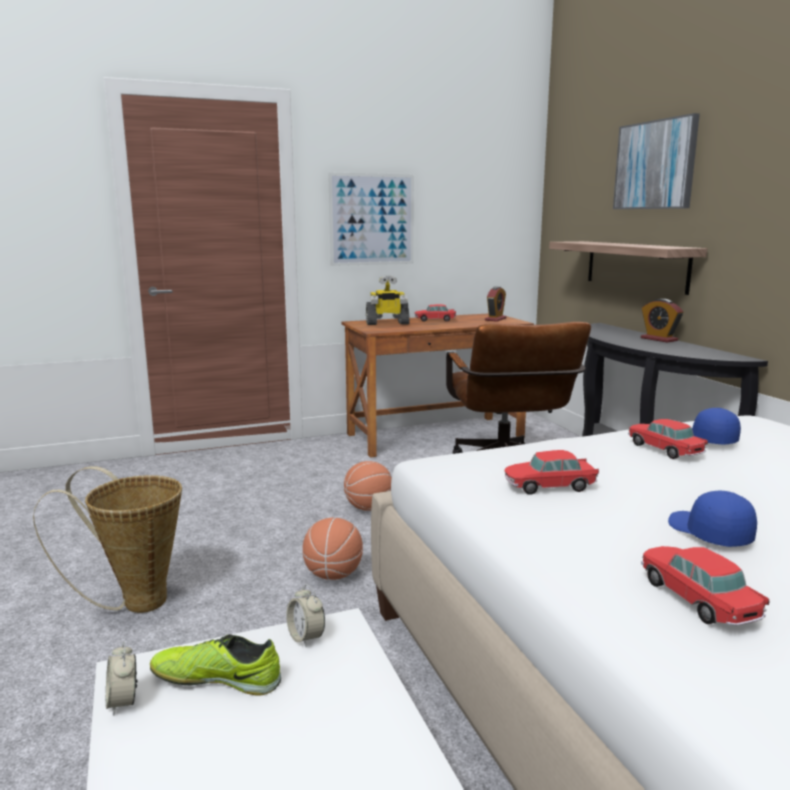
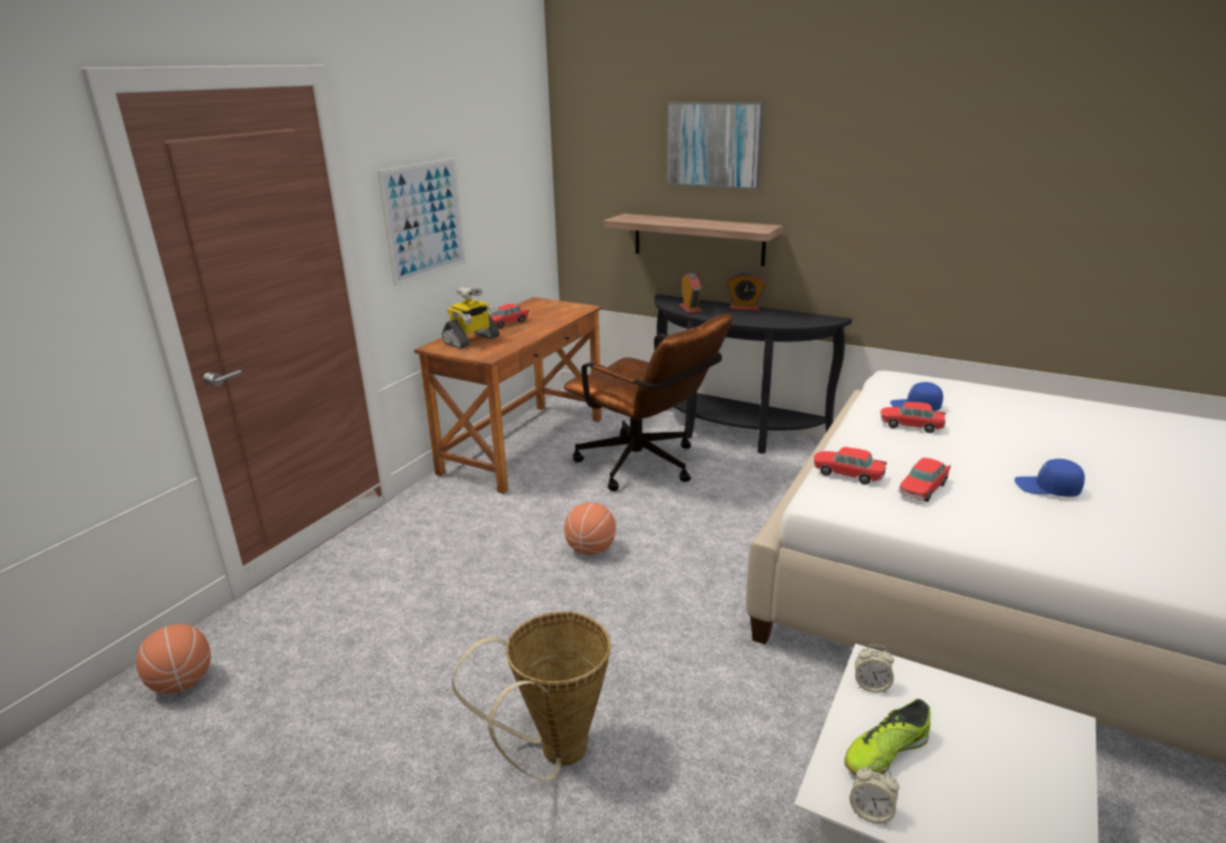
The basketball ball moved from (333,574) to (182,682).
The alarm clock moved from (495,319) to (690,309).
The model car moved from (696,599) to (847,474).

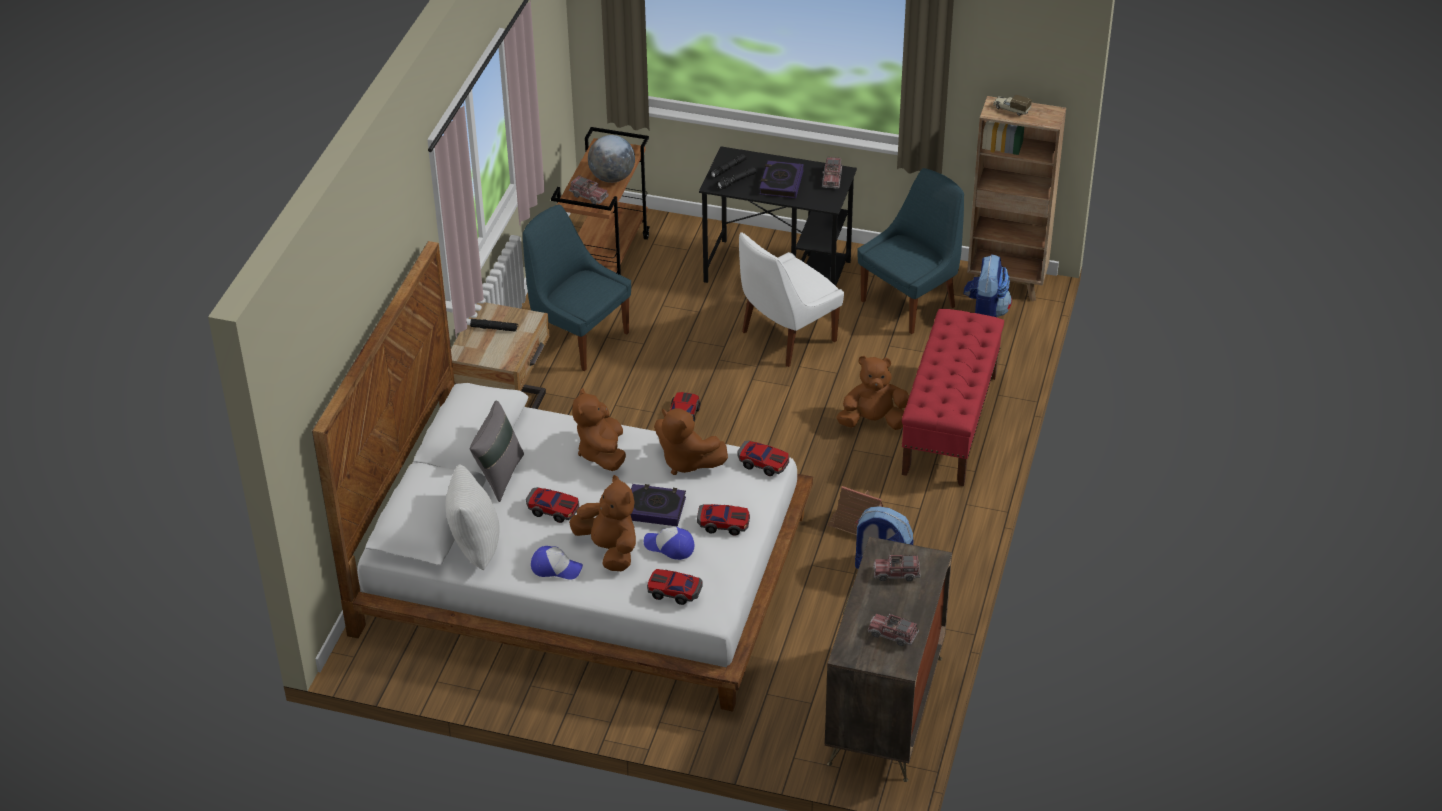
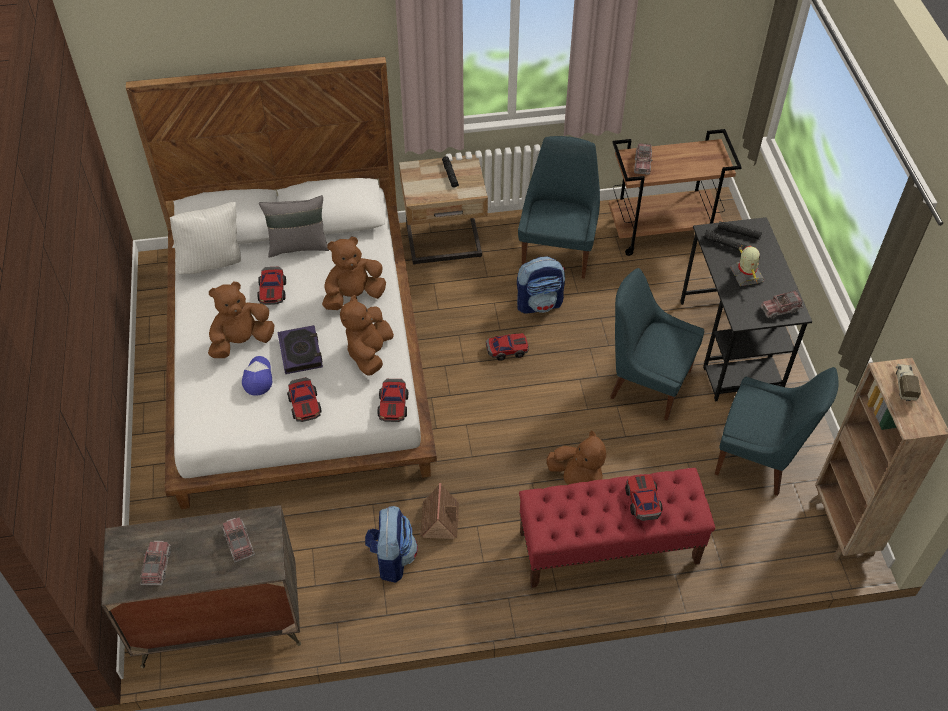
The brown soft toy at (609,549) turned 150 degrees counterclockwise.
The rucksack moved from (985,315) to (539,303).
The whitish upright chair at (785,338) became the blue upright chair at (647,383).
The model car moved from (674,591) to (642,501).
The bound book at (781,183) was replaced by the model robot at (746,275).
The baseball cap at (556,567) disappeared.
The world globe at (612,178) disappeared.

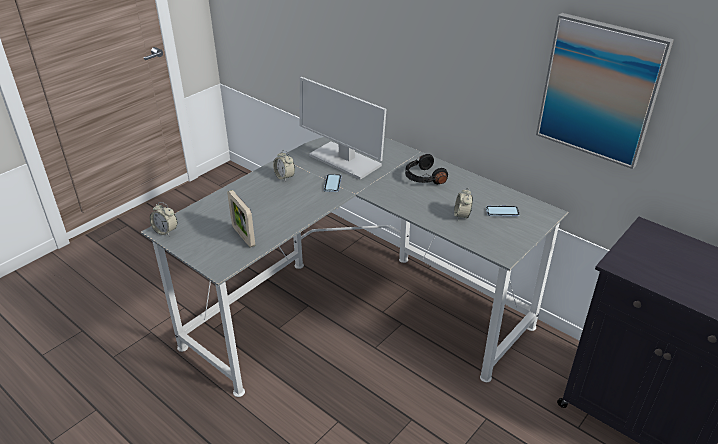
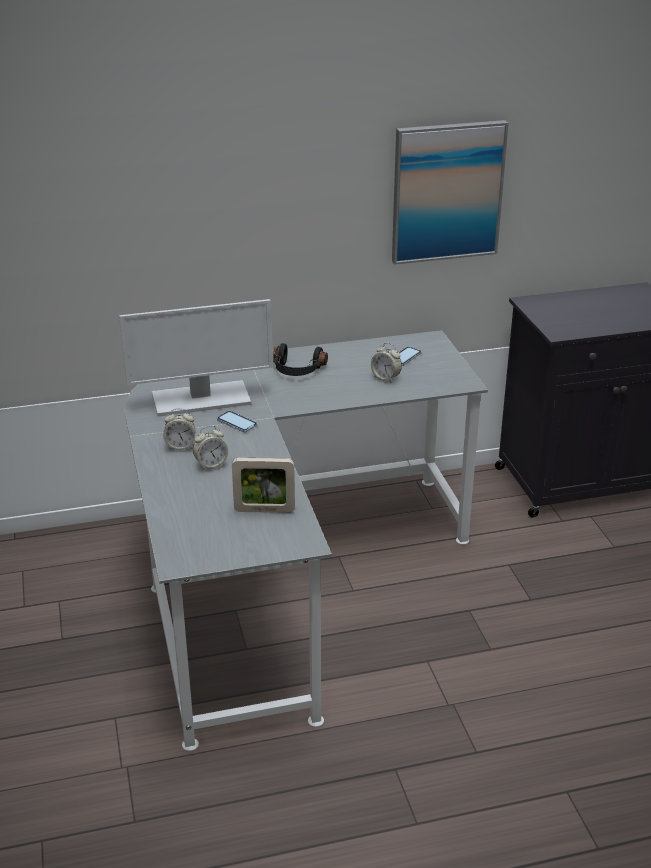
The alarm clock moved from (166,231) to (211,464).

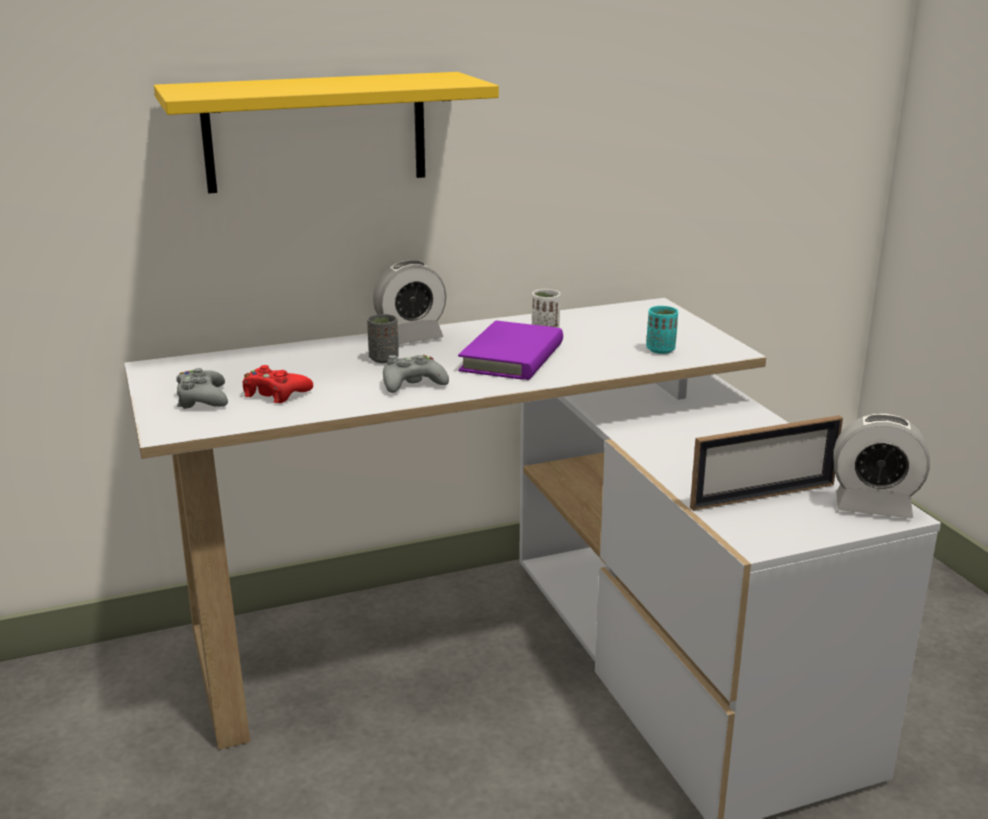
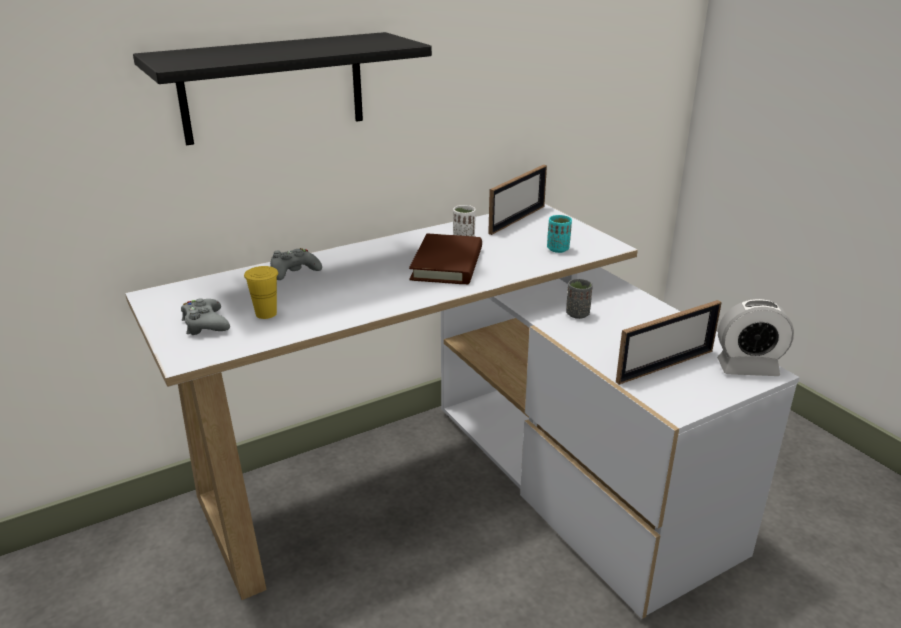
The yellowish bracket shelf at (316,132) became the black-coloured bracket shelf at (273,88).
The red-coloured joypad at (275,393) was replaced by the yellowish small cup at (266,314).
The gray joypad moved from (412,384) to (294,271).
The purple-coloured bound book at (512,357) became the brown bound book at (447,264).
The photo frame at (517,219) appeared.
The gray small cup moved from (383,359) to (577,314).
The alarm clock at (411,338) disappeared.

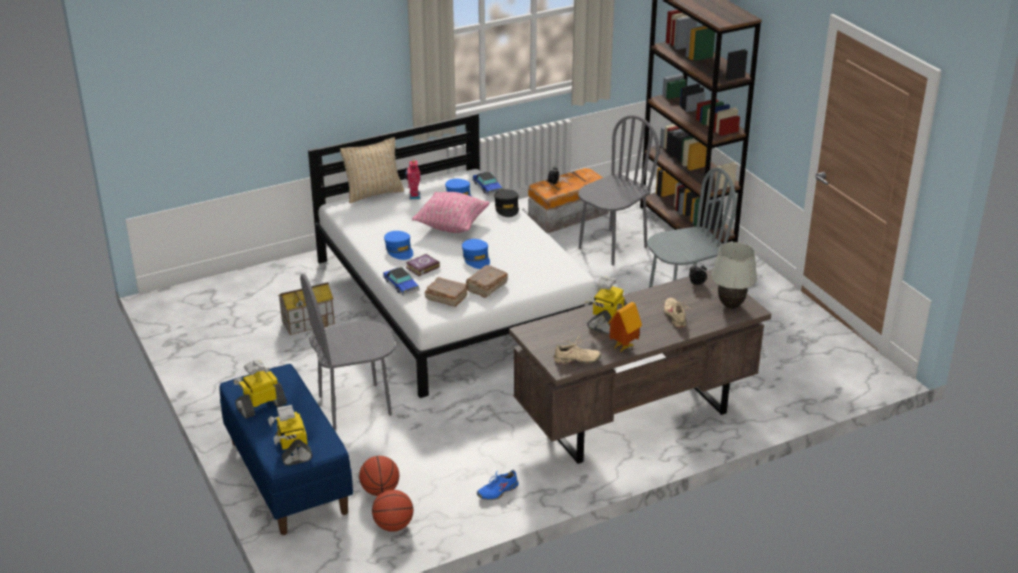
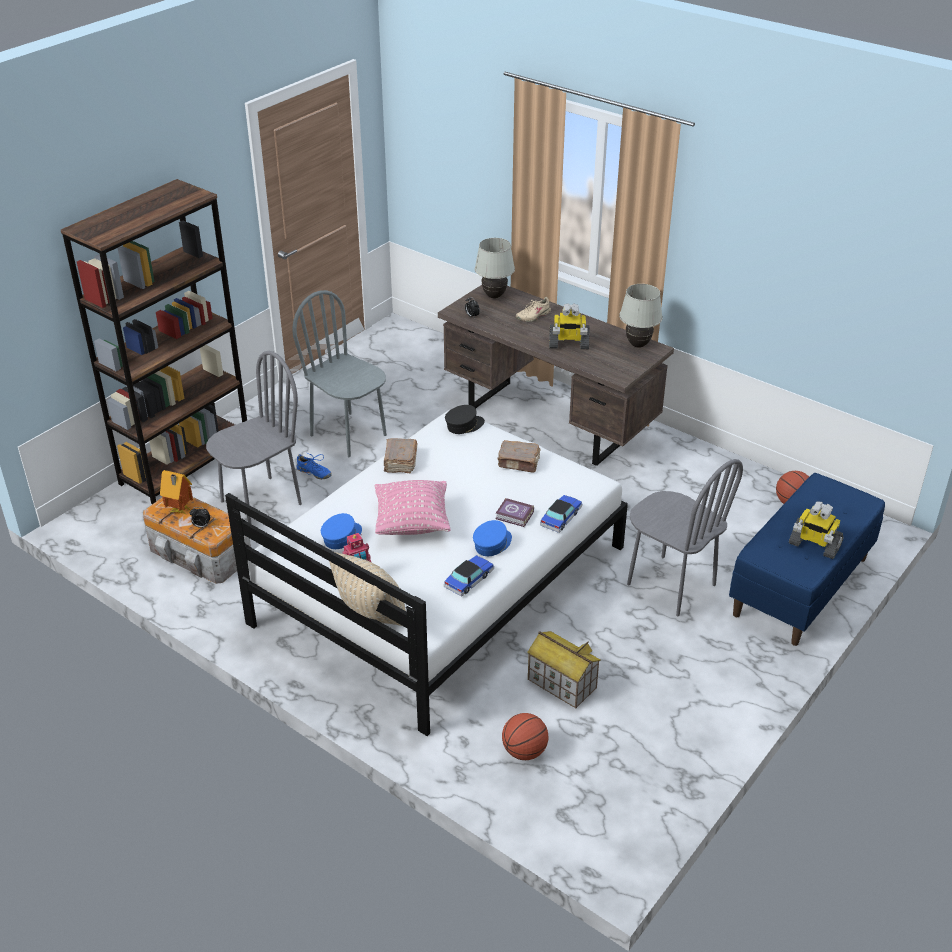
The toy house moved from (622,346) to (179,511).
The gray upright chair at (612,247) turned 120 degrees clockwise.
The blue low shoe moved from (497,491) to (314,473).
The brown bound book moved from (446,298) to (400,462).
The model car moved from (487,187) to (469,579).
The black-coloured baseball cap moved from (507,208) to (464,425).
The basketball ball moved from (380,491) to (524,751).
The beige low shoe at (576,360) was replaced by the whitish tabletop lamp at (638,345).
The model robot at (292,449) disappeared.
The blue baseball cap at (476,259) disappeared.

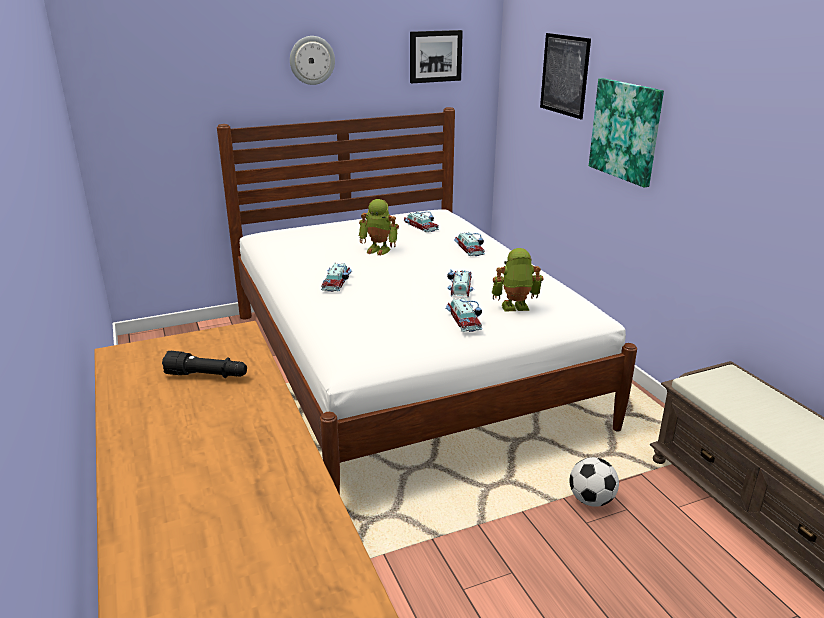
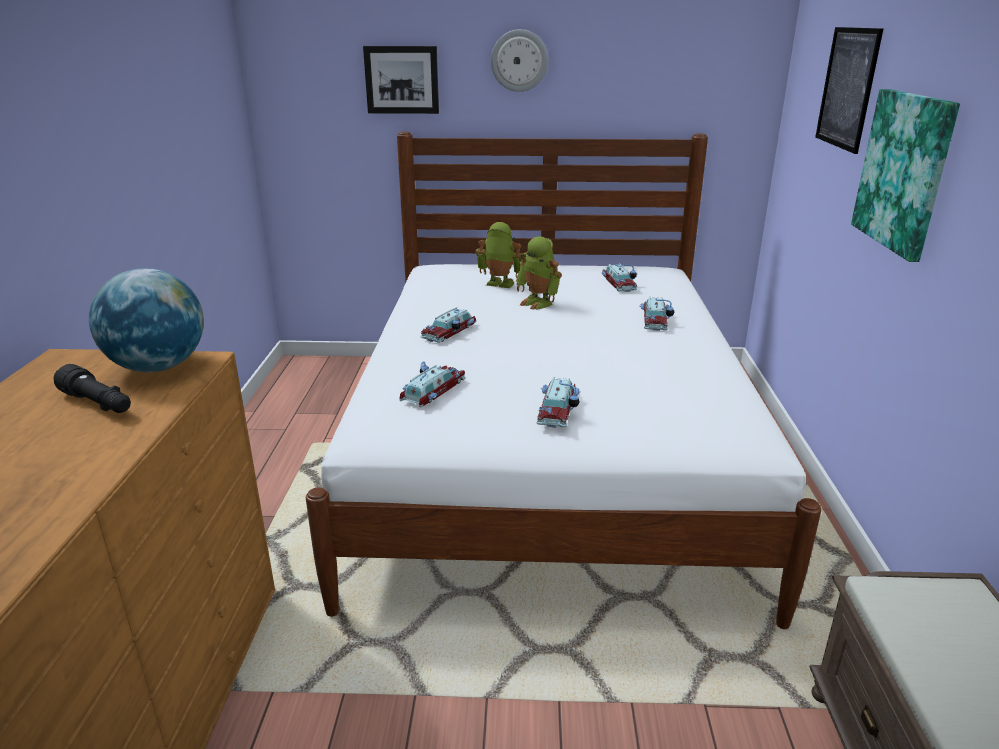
The world globe at (158,367) appeared.
The wall art moved from (435,56) to (402,80).
The model car moved from (460,288) to (431,391).
The model robot moved from (515,308) to (499,284).
The ball for football at (591,500) disappeared.

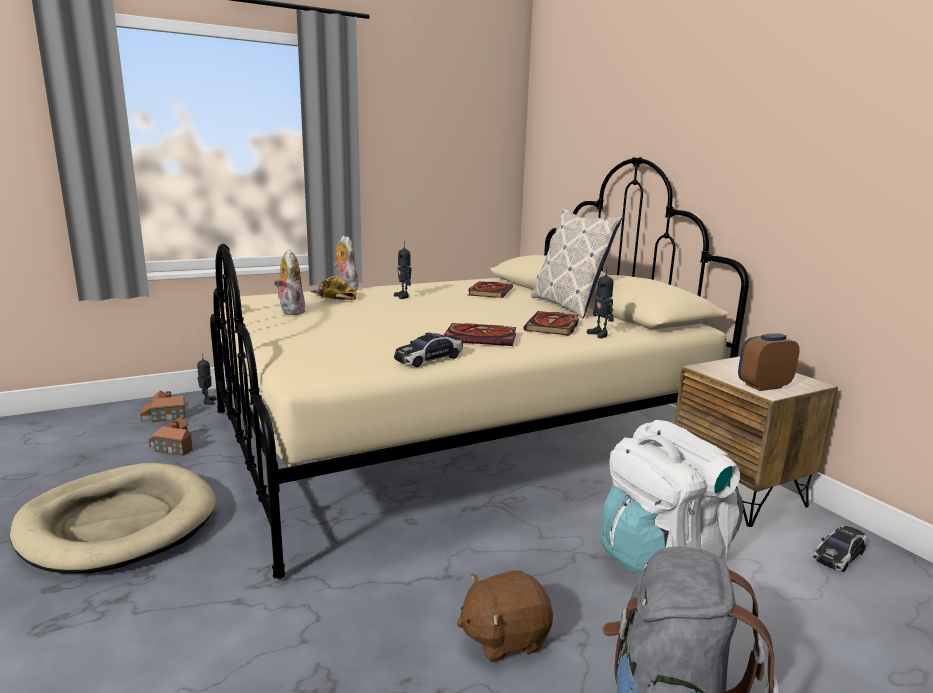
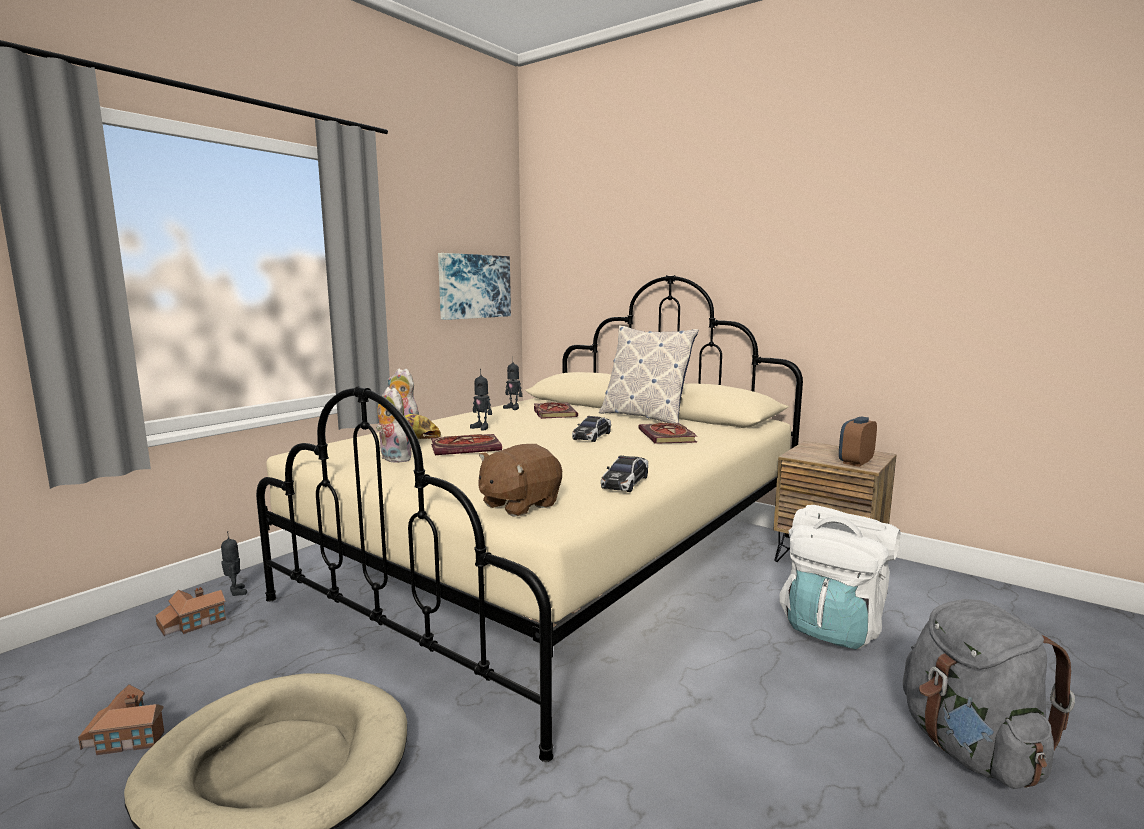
The toy house moved from (174,446) to (126,735).
The bound book moved from (482,338) to (467,448).
The wall art at (474,286) appeared.
The brown soft toy moved from (504,637) to (519,505).
The model robot moved from (600,334) to (513,408).
The model car moved from (839,555) to (592,436).

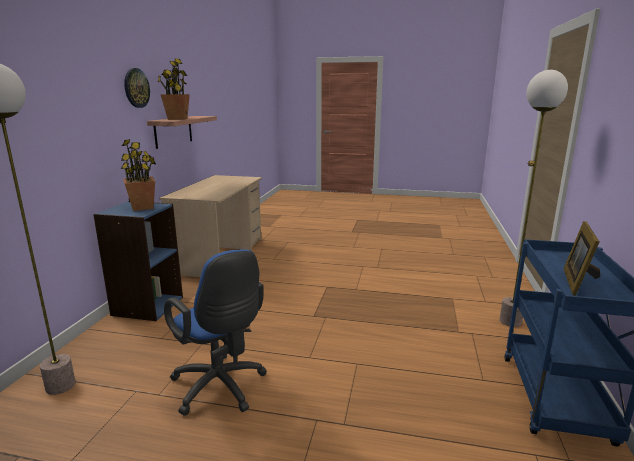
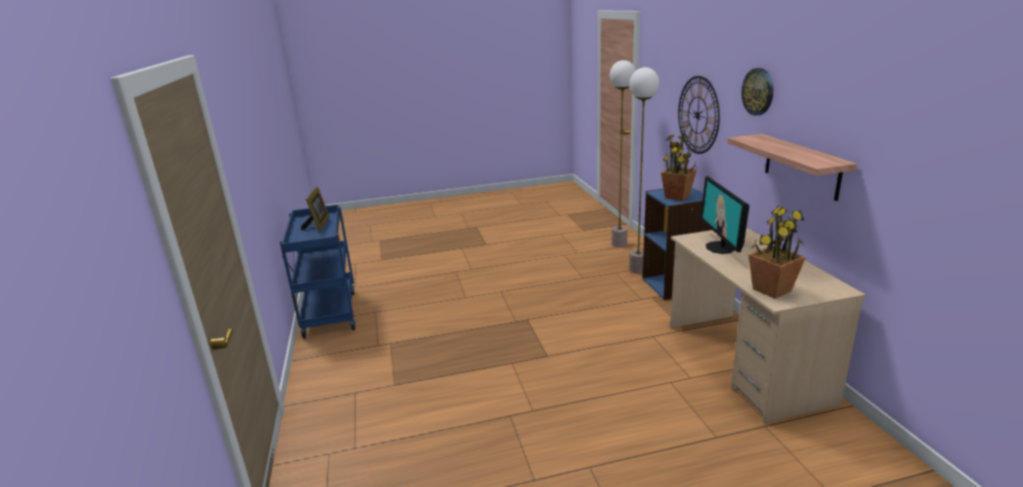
The standard lamp moved from (510,321) to (637,269).
The hanging clock at (698,115) appeared.
The computer screen at (720,247) appeared.
The potted plant moved from (177,119) to (771,290).
The blue office chair at (221,388) disappeared.

